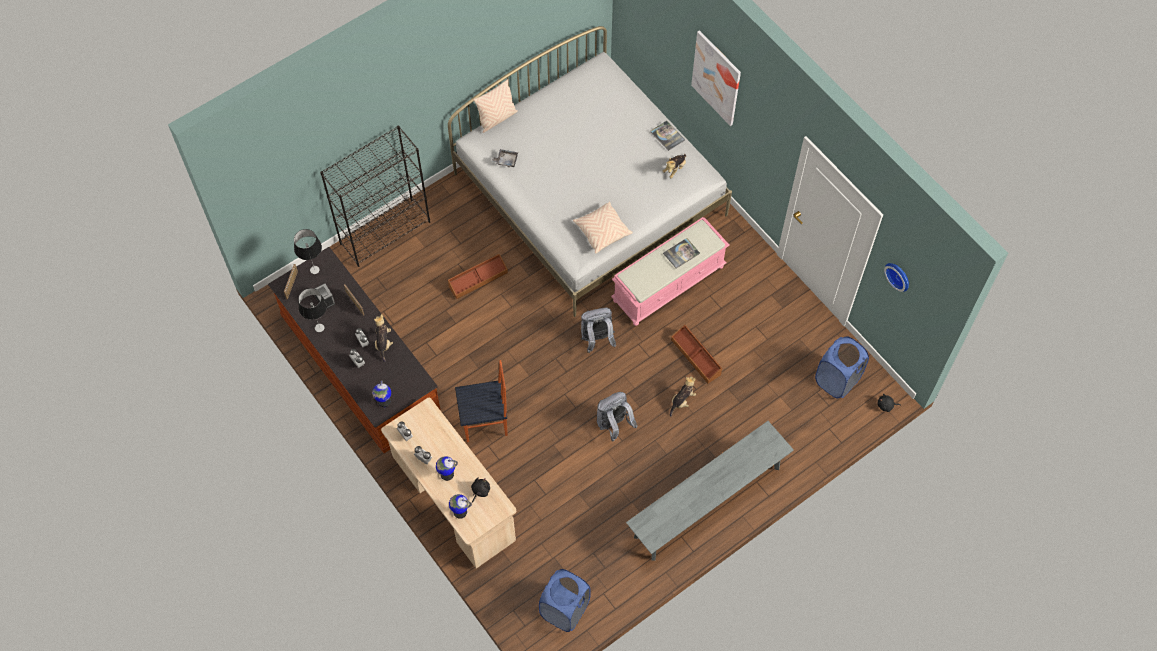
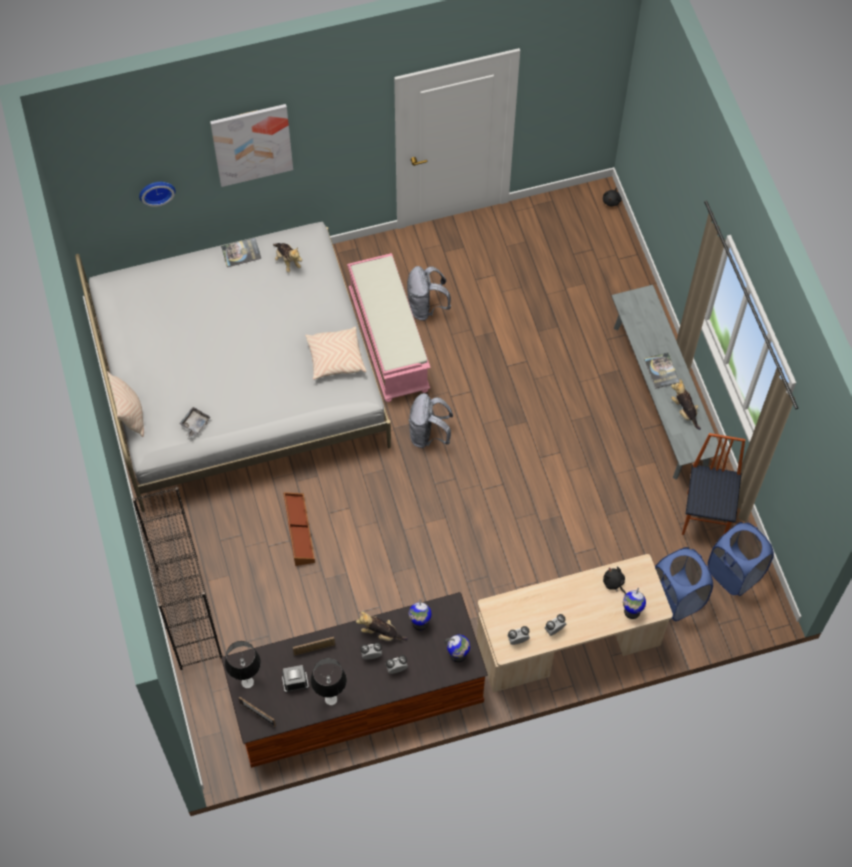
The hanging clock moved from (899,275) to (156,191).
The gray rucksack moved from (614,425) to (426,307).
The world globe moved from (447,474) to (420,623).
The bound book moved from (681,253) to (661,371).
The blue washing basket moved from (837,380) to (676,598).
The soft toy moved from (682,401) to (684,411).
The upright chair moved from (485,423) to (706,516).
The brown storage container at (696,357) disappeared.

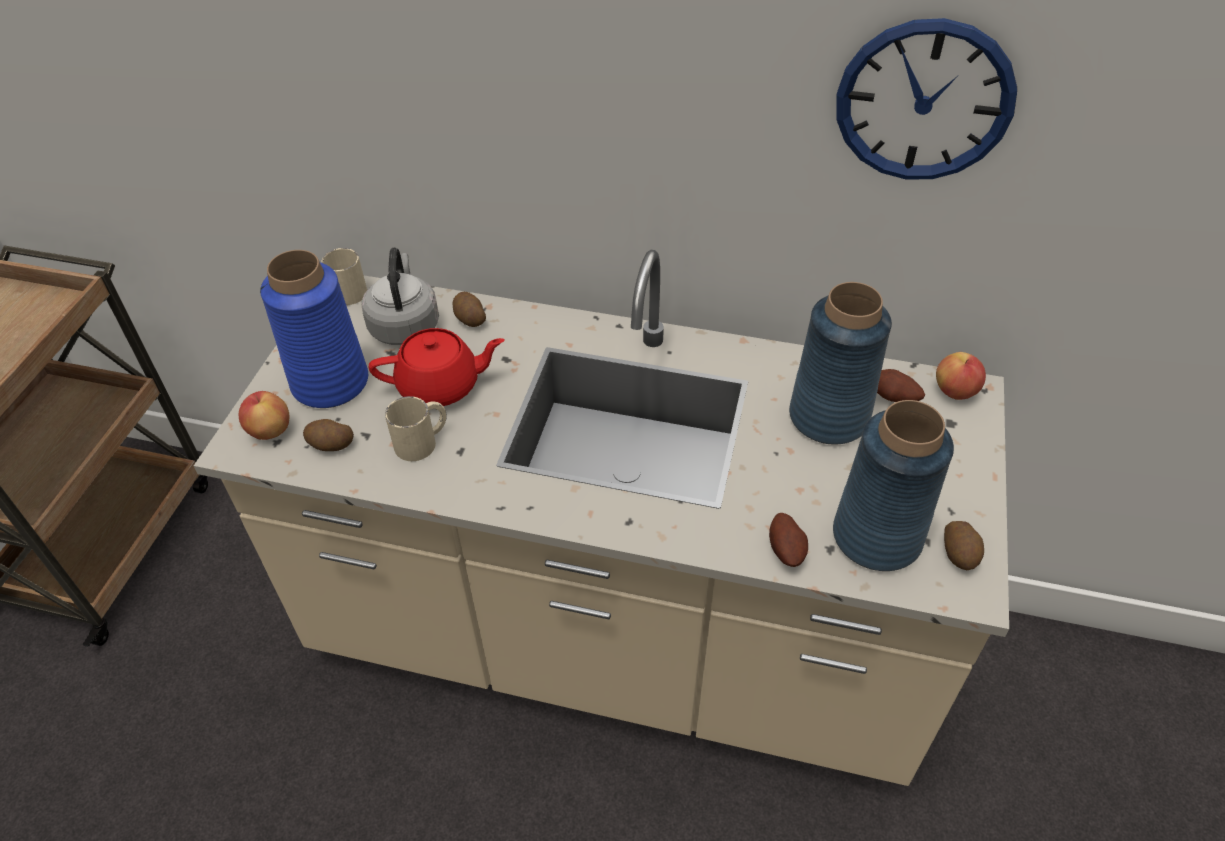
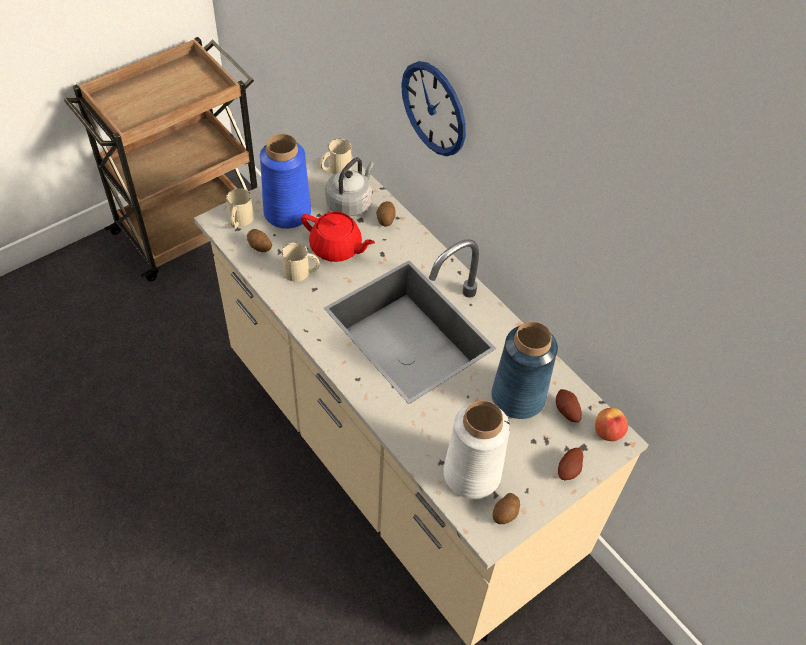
The apple fruit at (270,430) was replaced by the beige coffee mug at (239,221).
The hanging clock moved from (924,102) to (434,108).
The blue flower vase at (876,536) became the whitish flower vase at (471,474).
The spud moved from (787,550) to (569,470).

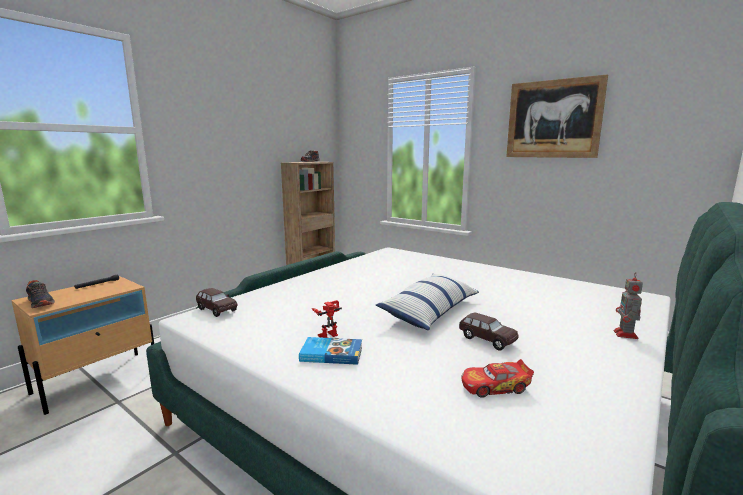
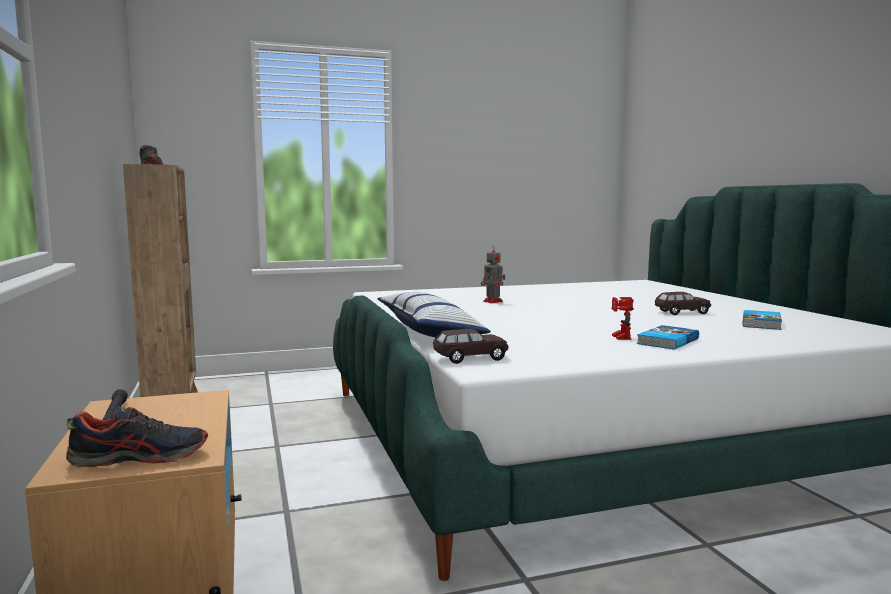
The cushion moved from (430,311) to (429,331).
The model robot moved from (625,335) to (493,301).
The model car at (494,386) was replaced by the bound book at (762,323).
The wall art at (553,119) disappeared.

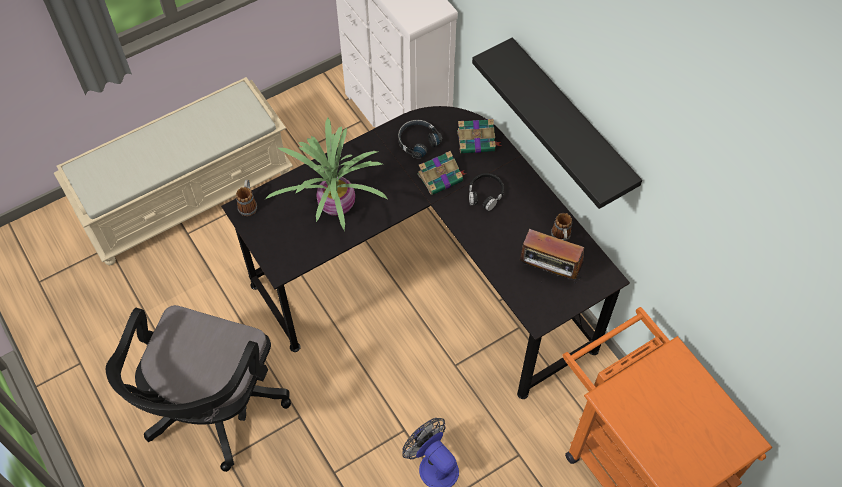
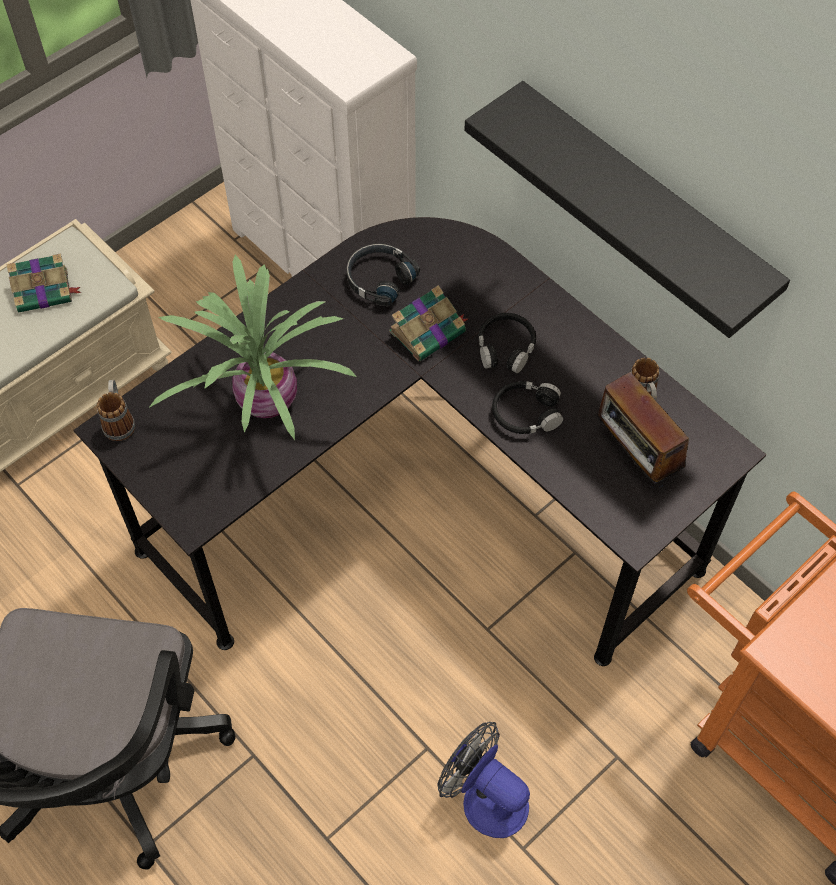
The bound book moved from (477,141) to (44,291).
The black-coloured pair of headphones at (526,413) appeared.
The radio at (548,271) turned 45 degrees clockwise.

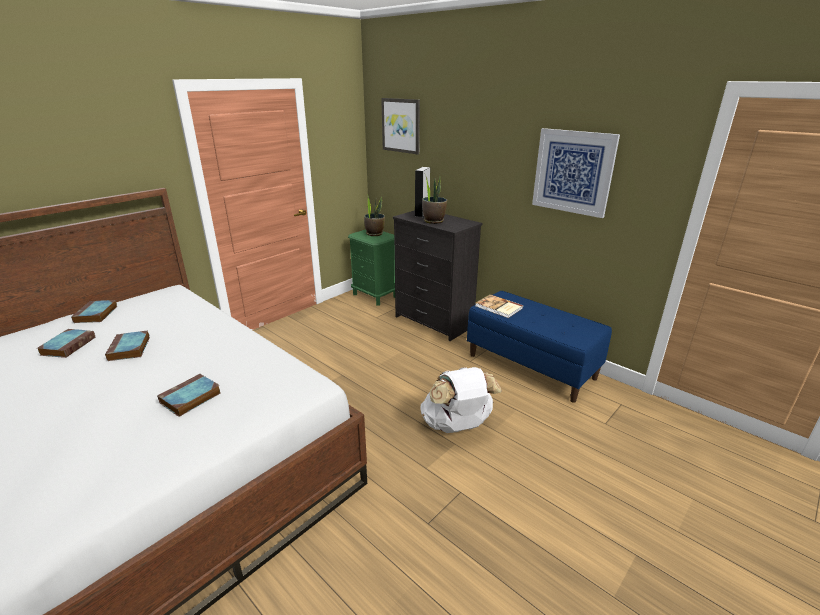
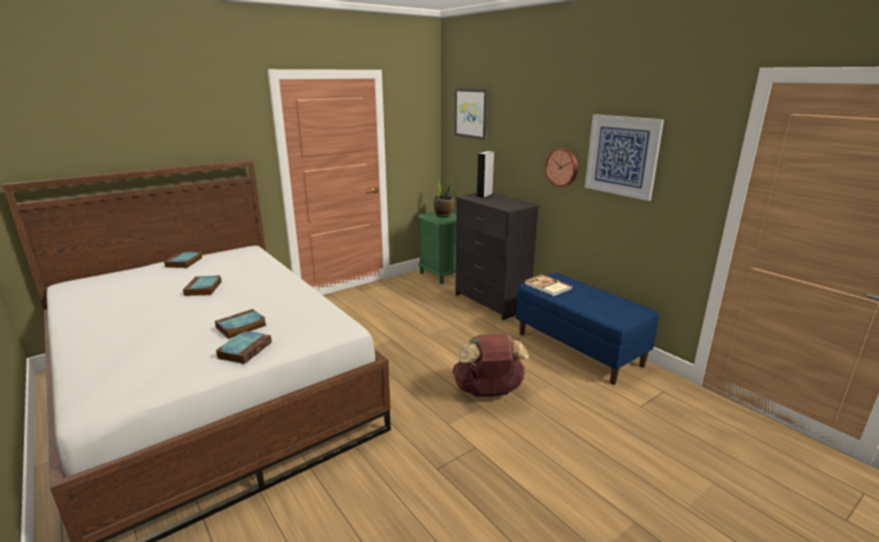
The bound book moved from (69,345) to (245,350).
The whitish rucksack at (457,426) became the brown rucksack at (488,392).
The hanging clock at (562,167) appeared.
The potted plant at (433,221) disappeared.

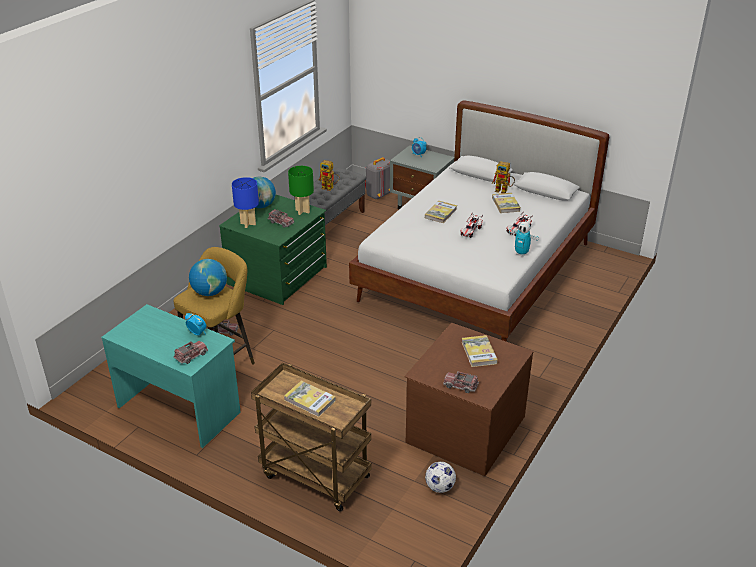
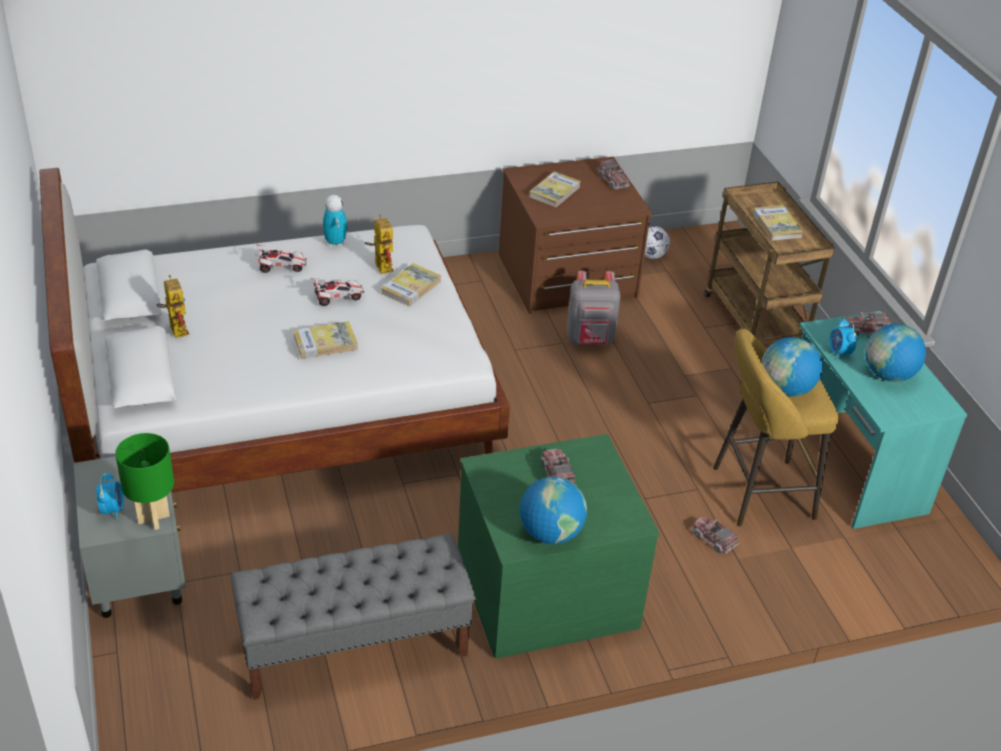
The green tabletop lamp moved from (302,211) to (154,519).
The model robot moved from (330,188) to (380,265).
The bound book moved from (505,204) to (411,287).
The gray rucksack moved from (378,195) to (590,340).
The world globe at (888,375) appeared.
The blue tabletop lamp at (248,223) disappeared.

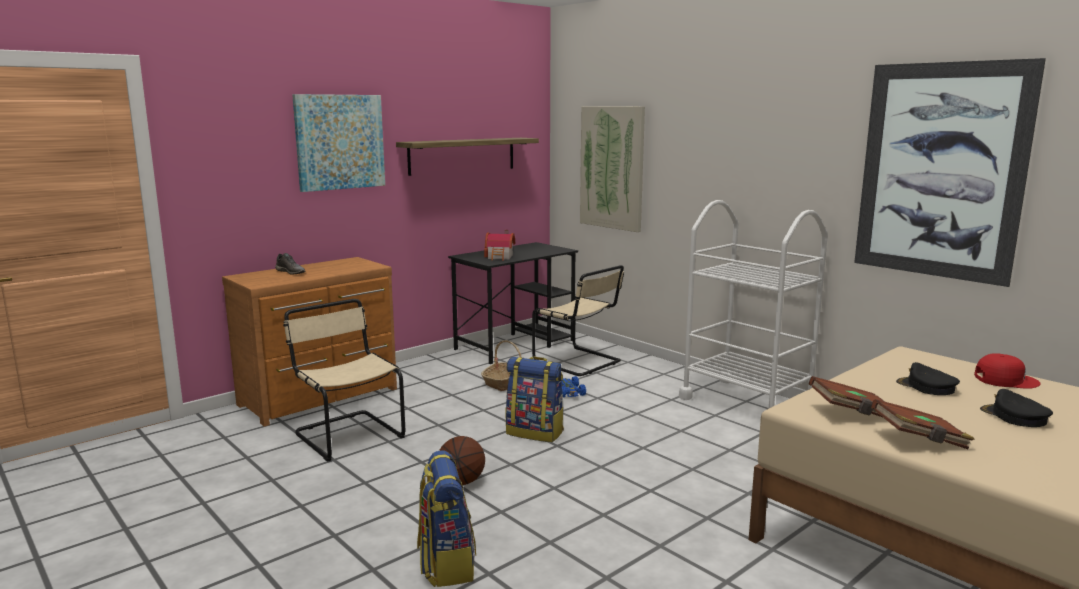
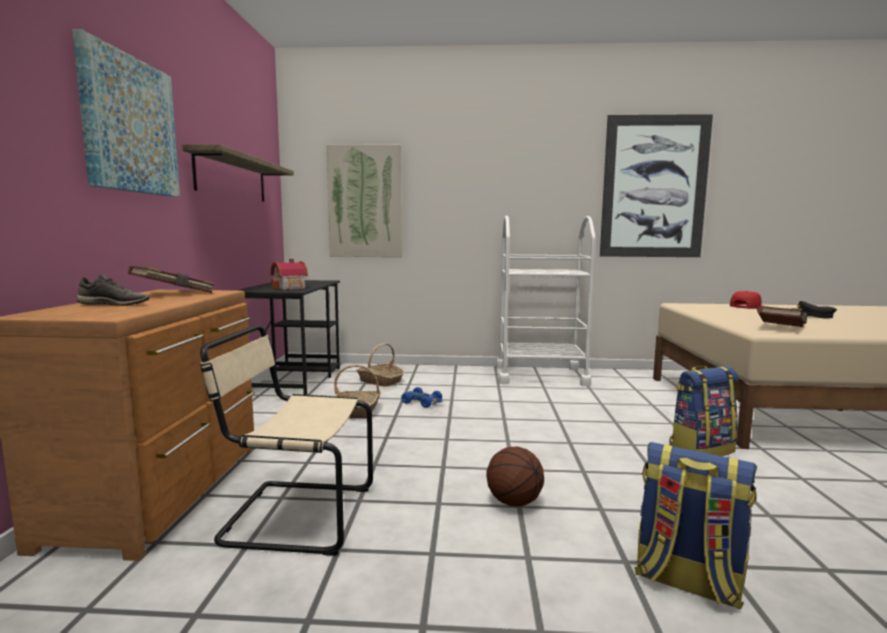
The brown bound book moved from (919,440) to (173,294).
The beige upright chair at (580,362) was replaced by the basket at (380,381).
The rucksack moved from (535,432) to (700,450).
The black-coloured baseball cap at (926,387) disappeared.

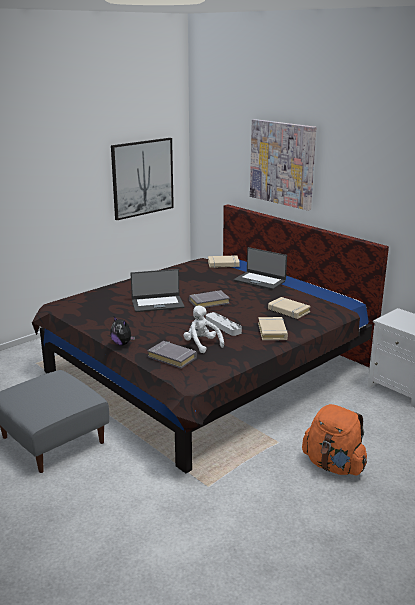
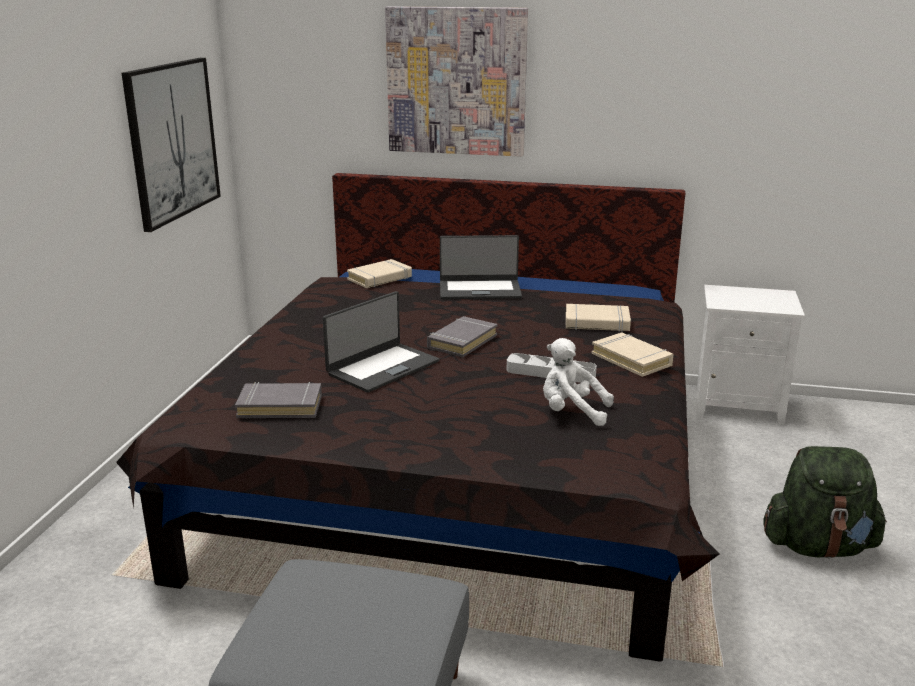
The gray bound book moved from (172,357) to (280,406).
The orange rucksack at (333,465) became the green rucksack at (818,546).
The soft toy at (122,344) disappeared.

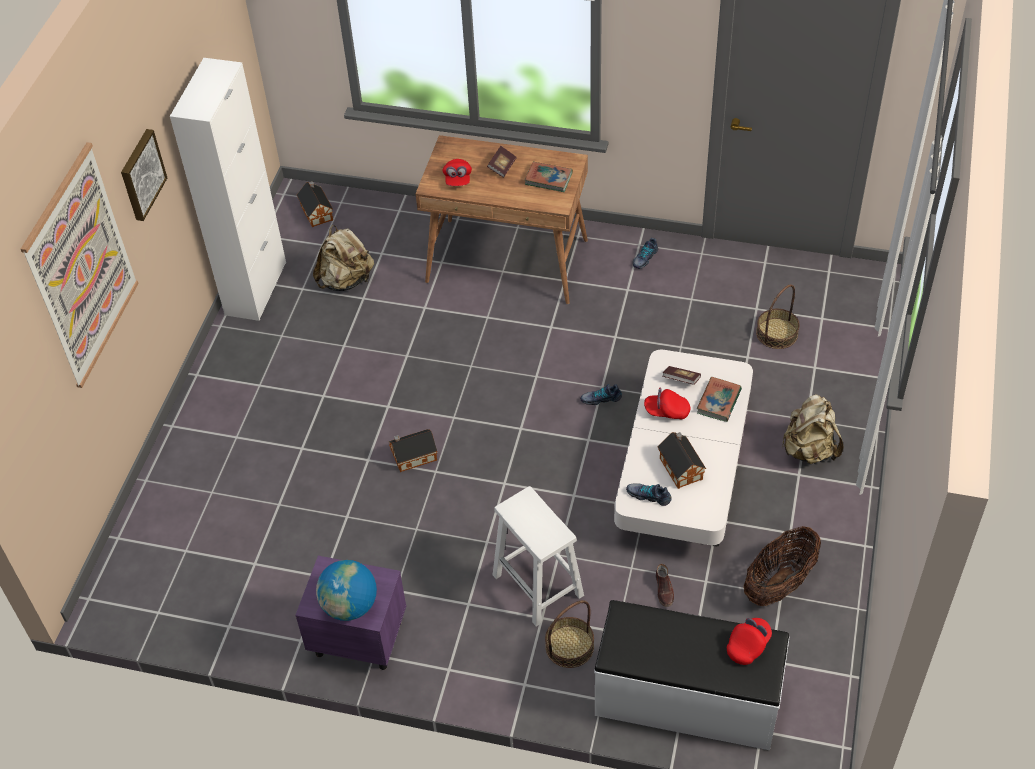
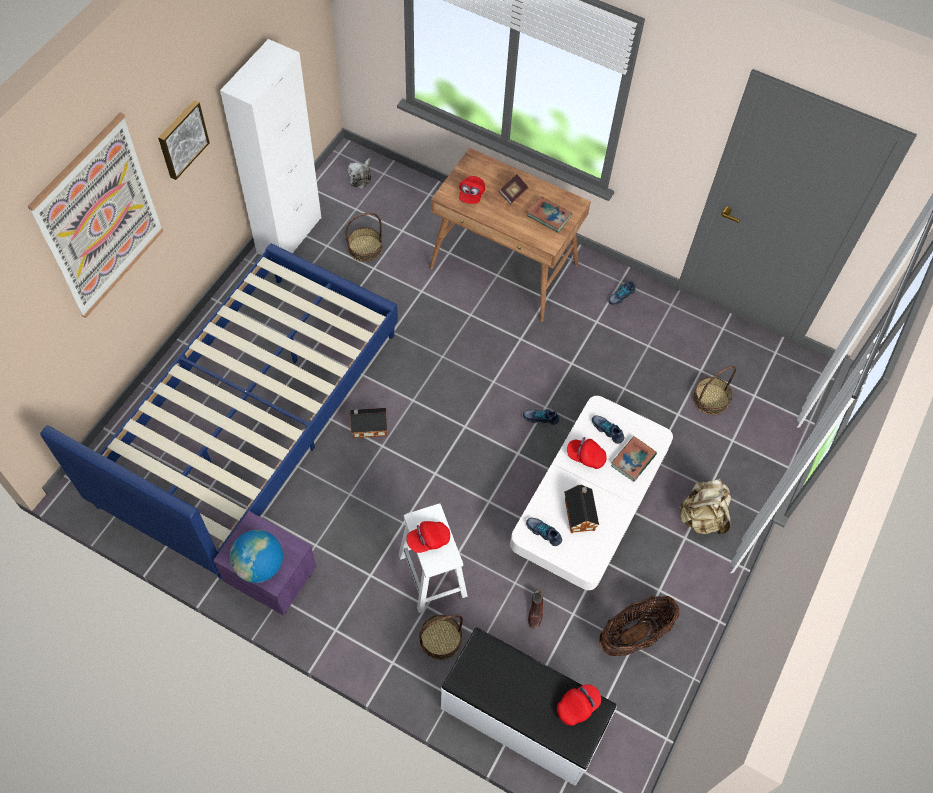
The blue sleeping bed at (251,417) appeared.
The beige rucksack at (346,280) was replaced by the basket at (365,248).
The toy house at (316,212) was replaced by the soft toy at (361,177).
The red-coloured baseball cap at (428,540) appeared.
The bound book at (681,380) was replaced by the low shoe at (607,430).

